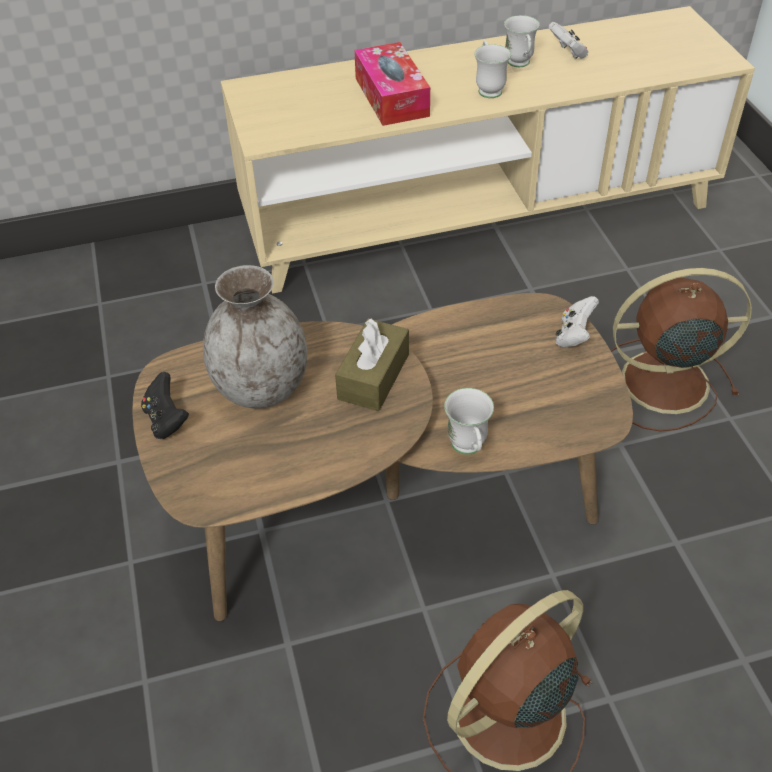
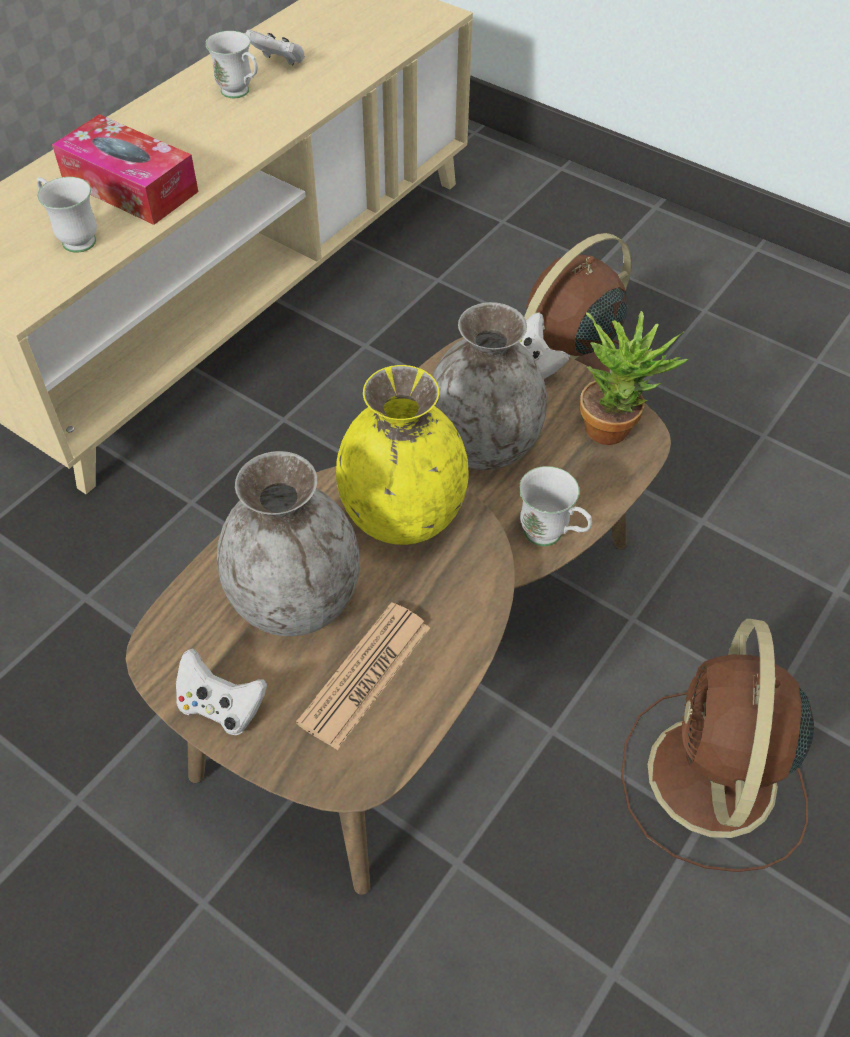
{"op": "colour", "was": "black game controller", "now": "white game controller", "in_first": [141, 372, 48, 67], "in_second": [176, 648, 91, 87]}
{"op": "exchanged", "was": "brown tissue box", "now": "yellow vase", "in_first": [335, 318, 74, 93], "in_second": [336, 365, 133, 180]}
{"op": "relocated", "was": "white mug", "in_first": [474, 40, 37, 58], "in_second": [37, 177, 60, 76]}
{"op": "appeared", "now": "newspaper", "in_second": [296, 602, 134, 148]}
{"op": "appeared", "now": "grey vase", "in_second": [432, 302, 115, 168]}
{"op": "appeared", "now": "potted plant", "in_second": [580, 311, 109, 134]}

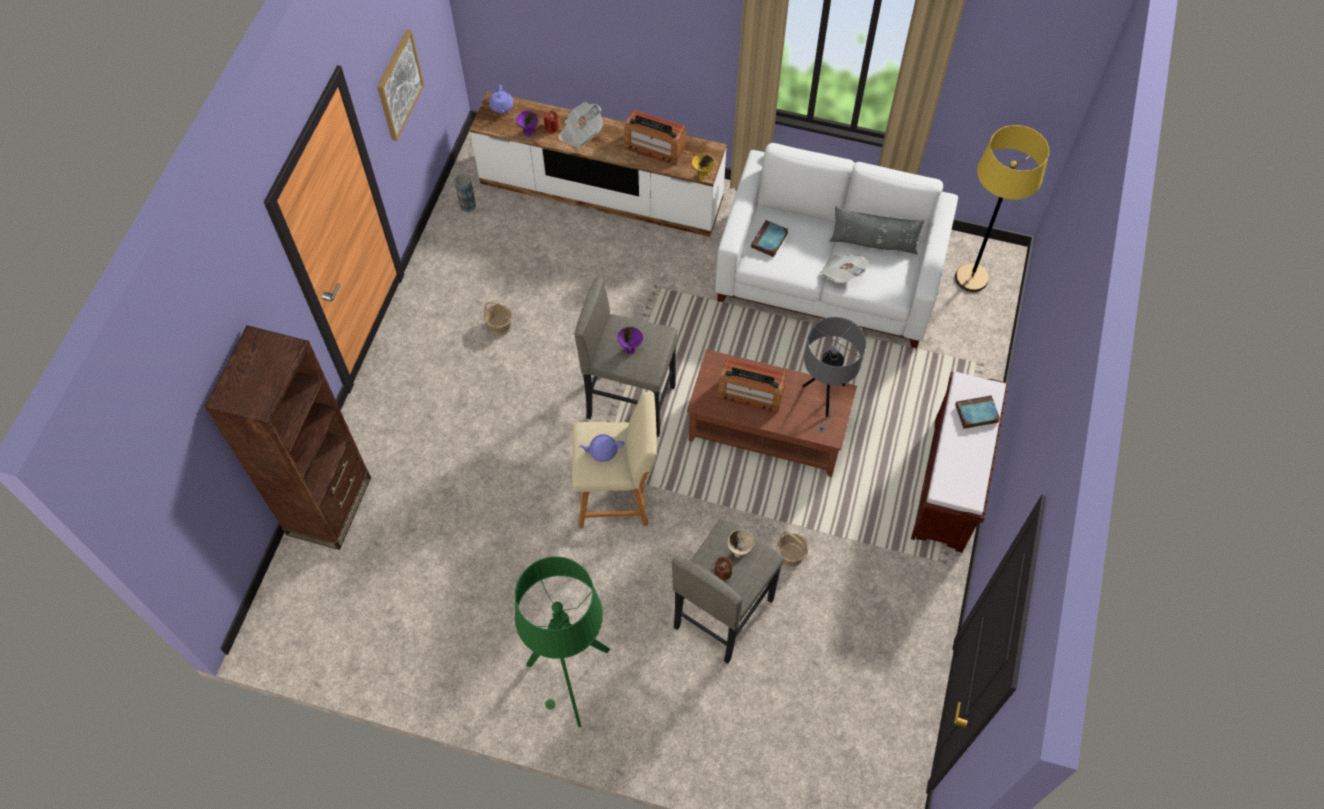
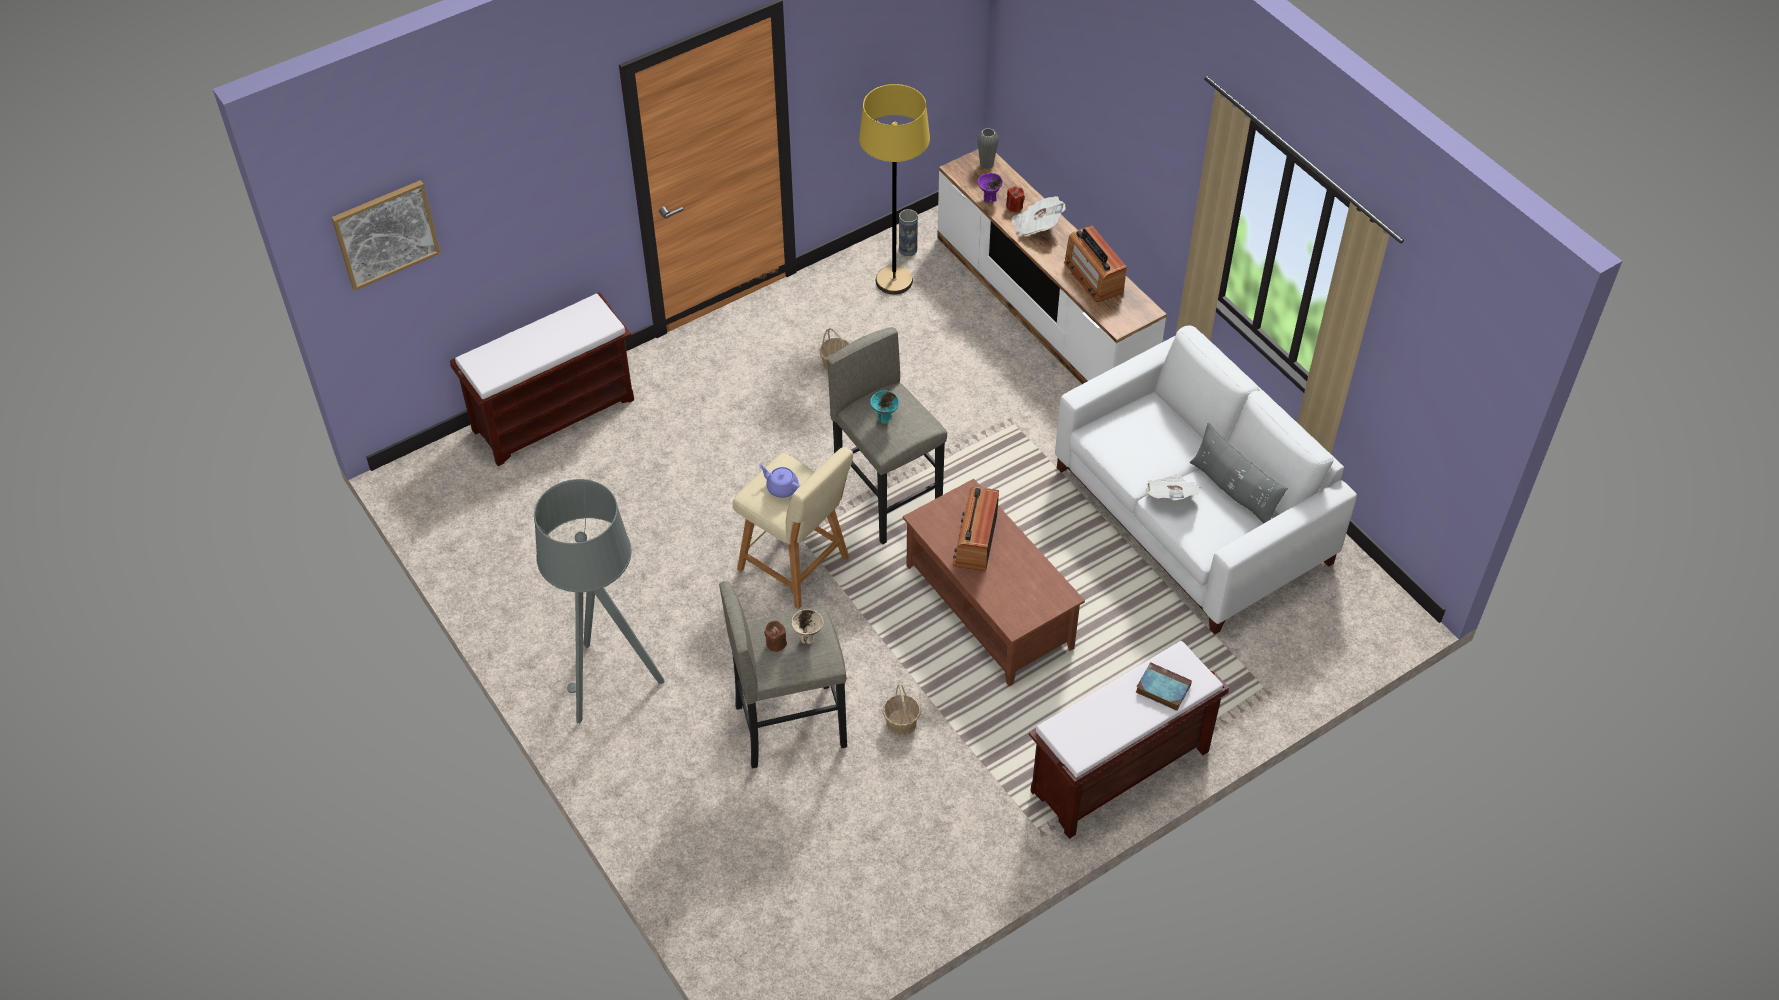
{"op": "exchanged", "was": "brown bookcase", "now": "brown bench", "in_first": [205, 325, 166, 225], "in_second": [450, 292, 184, 174]}
{"op": "relocated", "was": "picture", "in_first": [377, 29, 47, 112], "in_second": [332, 180, 108, 111]}
{"op": "exchanged", "was": "purple teapot", "now": "grey vase", "in_first": [489, 85, 24, 29], "in_second": [977, 128, 22, 41]}
{"op": "colour", "was": "green floor lamp", "now": "grey floor lamp", "in_first": [515, 557, 95, 170], "in_second": [534, 479, 130, 245]}
{"op": "colour", "was": "purple bowl", "now": "turquoise bowl", "in_first": [617, 326, 26, 28], "in_second": [870, 390, 29, 34]}
{"op": "missing", "was": "yellow bowl", "in_first": [692, 153, 23, 27]}
{"op": "spun", "was": "radio", "in_first": [718, 358, 69, 55], "in_second": [953, 487, 46, 84], "clockwise": 45}
{"op": "missing", "was": "book", "in_first": [751, 220, 37, 37]}
{"op": "missing", "was": "grey table lamp", "in_first": [802, 317, 64, 115]}
{"op": "relocated", "was": "yellow floor lamp", "in_first": [955, 125, 94, 167], "in_second": [859, 84, 71, 210]}

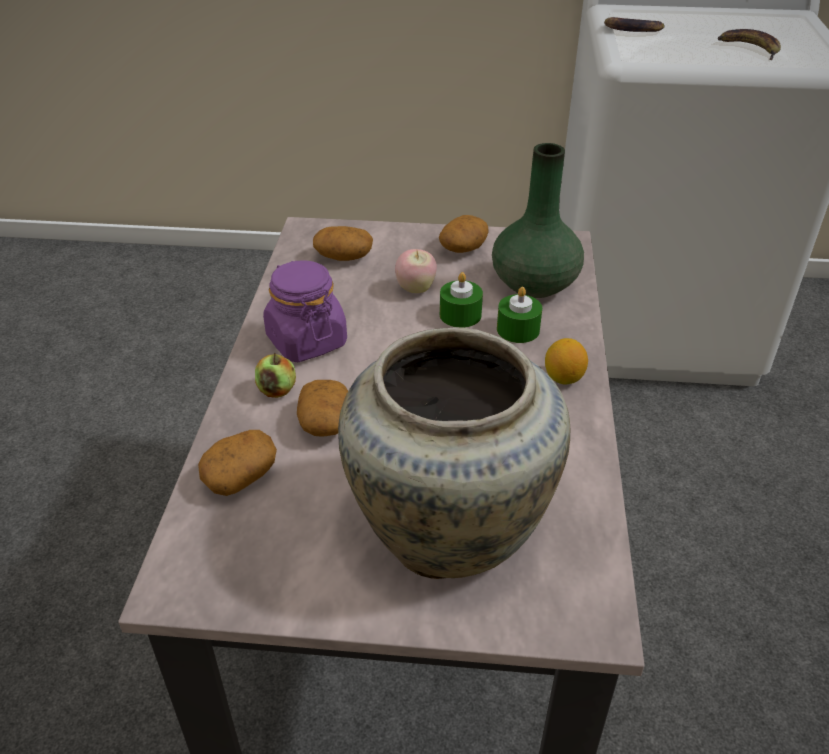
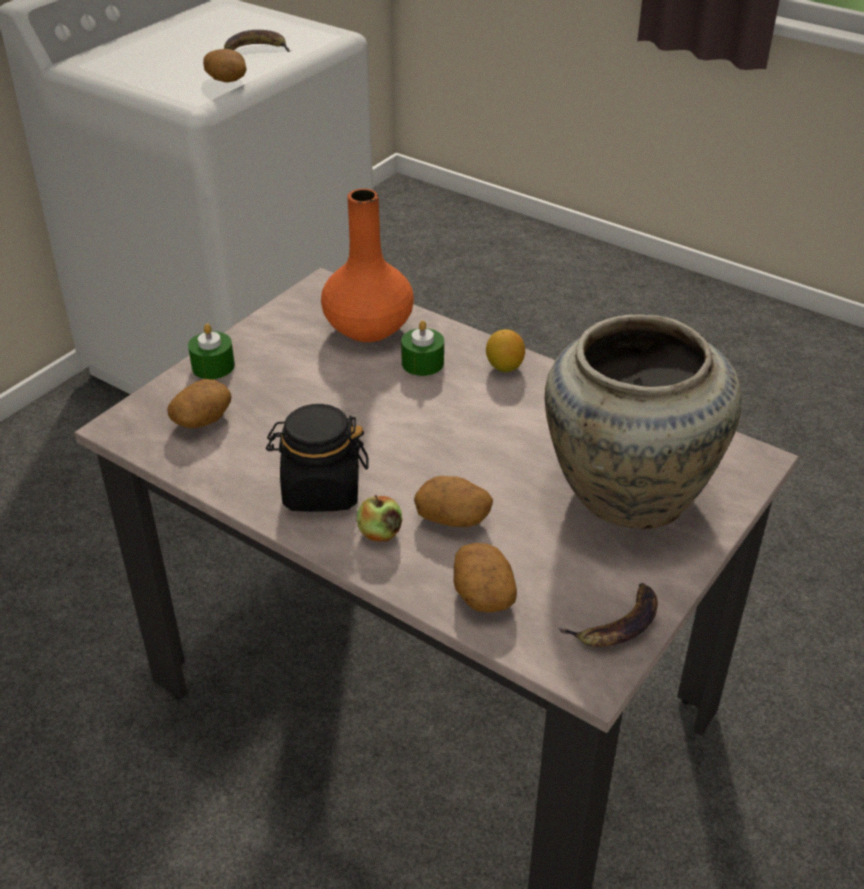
{"op": "colour", "was": "purple jar", "now": "black jar", "in_first": [263, 260, 84, 102], "in_second": [266, 404, 103, 108]}
{"op": "missing", "was": "apple", "in_first": [395, 249, 42, 44]}
{"op": "relocated", "was": "potato", "in_first": [439, 215, 49, 38], "in_second": [203, 49, 43, 33]}
{"op": "relocated", "was": "green candle", "in_first": [440, 272, 43, 56], "in_second": [188, 324, 47, 55]}
{"op": "colour", "was": "green vase", "now": "orange vase", "in_first": [492, 143, 92, 155], "in_second": [321, 189, 93, 153]}
{"op": "relocated", "was": "banana", "in_first": [604, 17, 61, 15], "in_second": [558, 583, 100, 64]}

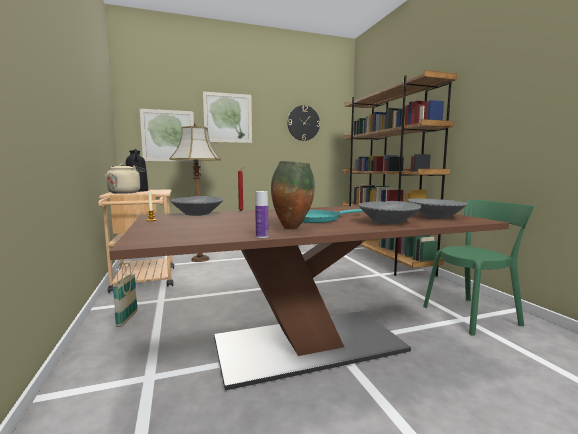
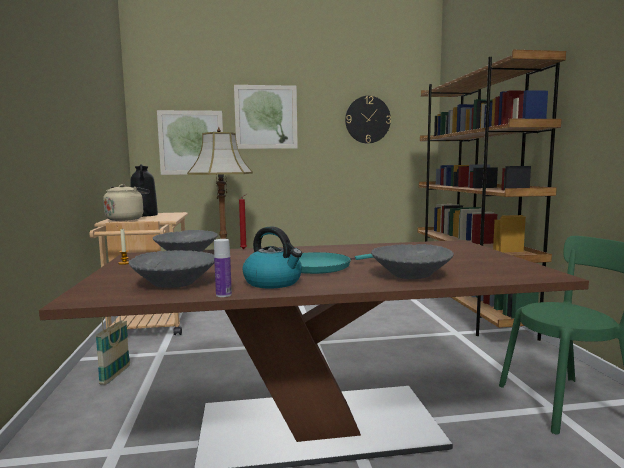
{"op": "exchanged", "was": "vase", "now": "kettle", "in_first": [271, 161, 44, 68], "in_second": [242, 227, 60, 61]}
{"op": "relocated", "was": "grey bowl", "in_first": [408, 198, 59, 21], "in_second": [128, 250, 86, 38]}

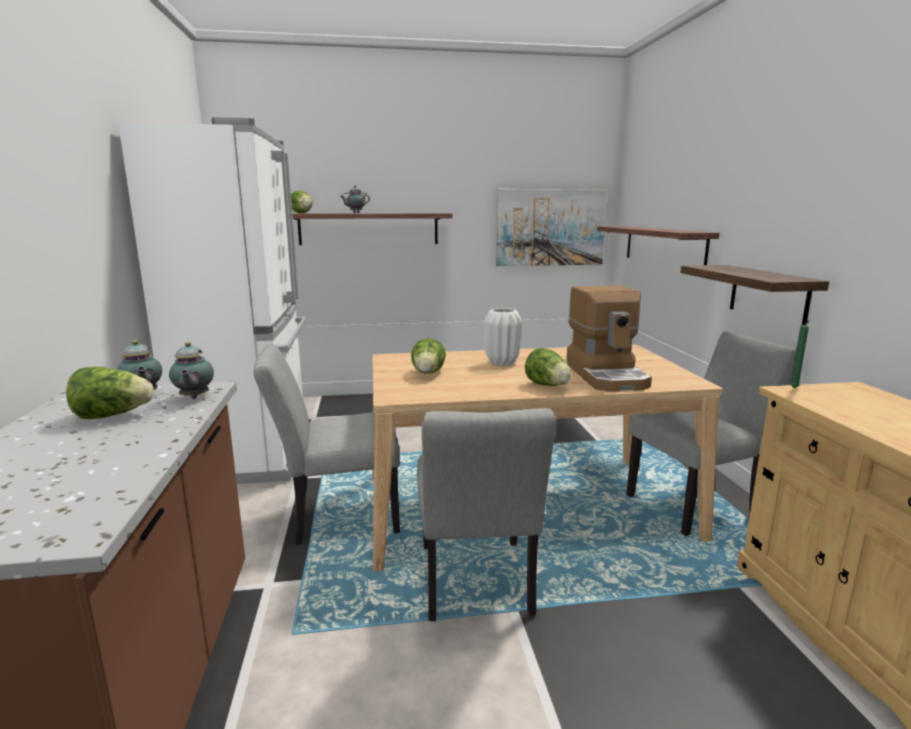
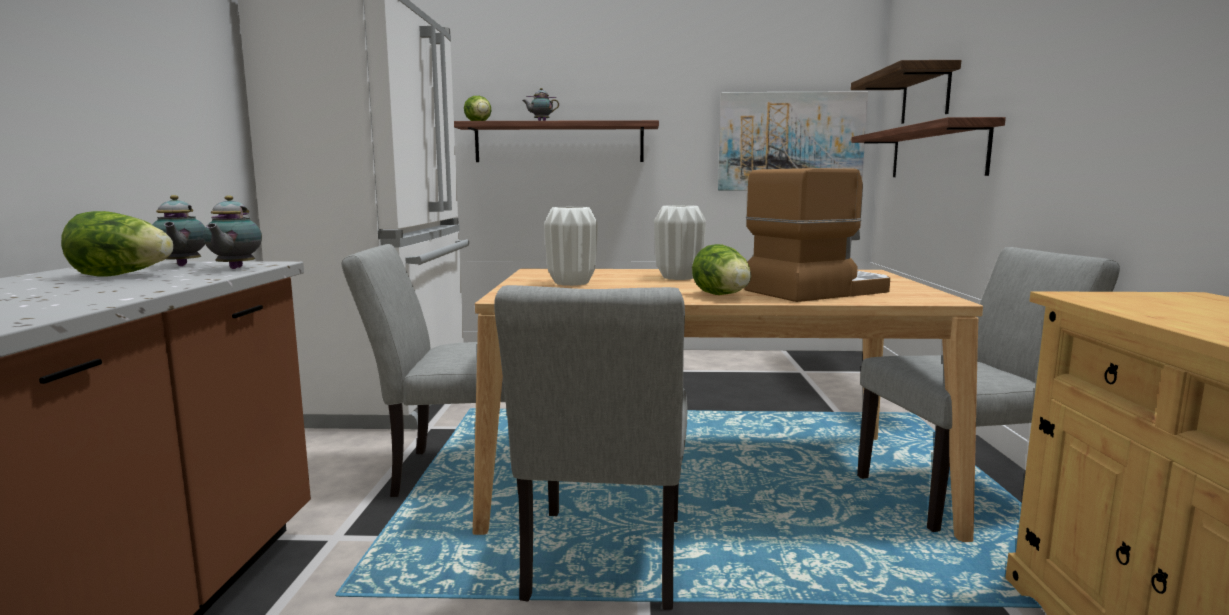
{"op": "exchanged", "was": "lettuce", "now": "white vase", "in_first": [411, 338, 35, 36], "in_second": [544, 207, 53, 79]}
{"op": "spun", "was": "coffee machine", "in_first": [566, 286, 86, 106], "in_second": [744, 168, 146, 134], "clockwise": -120}
{"op": "relocated", "was": "shelf", "in_first": [681, 265, 148, 60], "in_second": [851, 60, 110, 64]}
{"op": "missing", "was": "green candle", "in_first": [790, 320, 19, 68]}

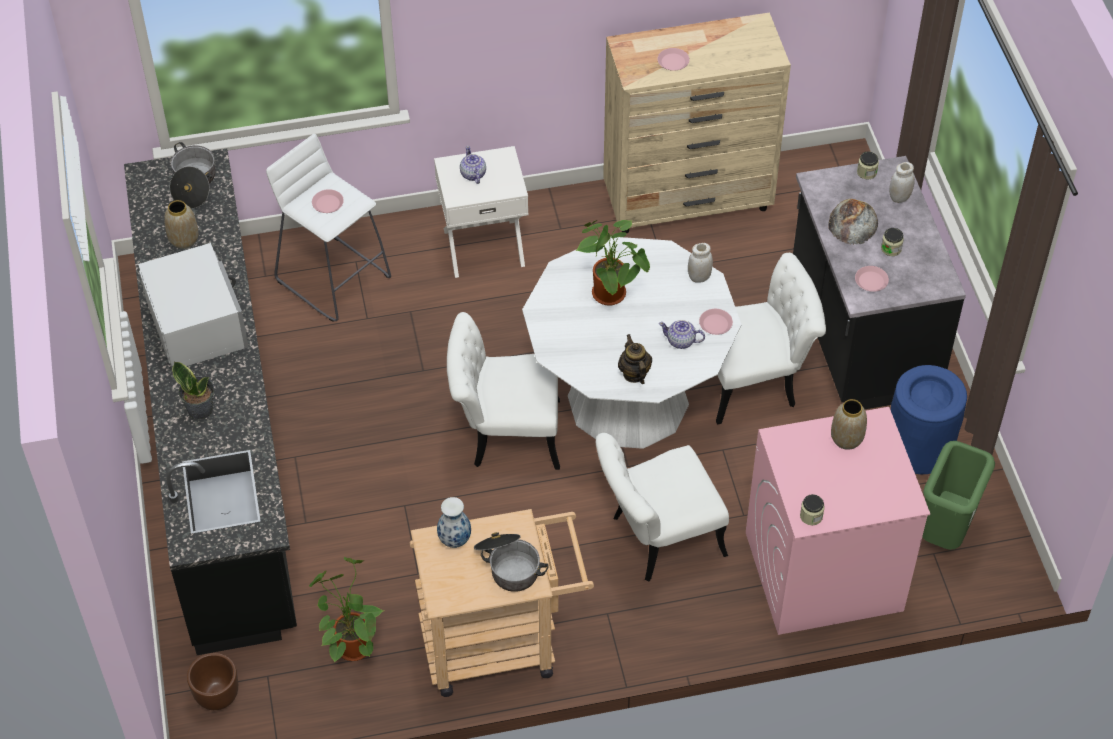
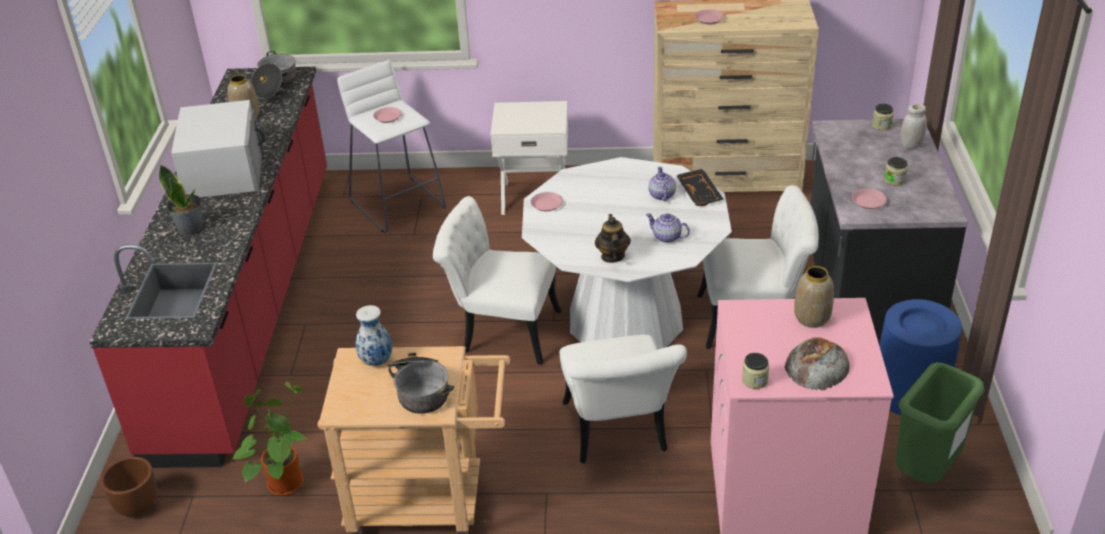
{"op": "colour", "was": "black counter", "now": "red counter", "in_first": [124, 148, 173, 507], "in_second": [90, 67, 237, 401]}
{"op": "relocated", "was": "teapot", "in_first": [460, 146, 26, 38], "in_second": [649, 167, 27, 34]}
{"op": "missing", "was": "potted plant", "in_first": [575, 220, 75, 86]}
{"op": "spun", "was": "white chair", "in_first": [596, 433, 133, 148], "in_second": [560, 335, 127, 129], "clockwise": -90}
{"op": "exchanged", "was": "white jar", "now": "black tray", "in_first": [688, 243, 25, 40], "in_second": [676, 169, 47, 37]}
{"op": "relocated", "was": "pink plate", "in_first": [699, 309, 34, 26], "in_second": [531, 192, 32, 19]}
{"op": "relocated", "was": "bread", "in_first": [828, 199, 50, 46], "in_second": [784, 337, 65, 53]}

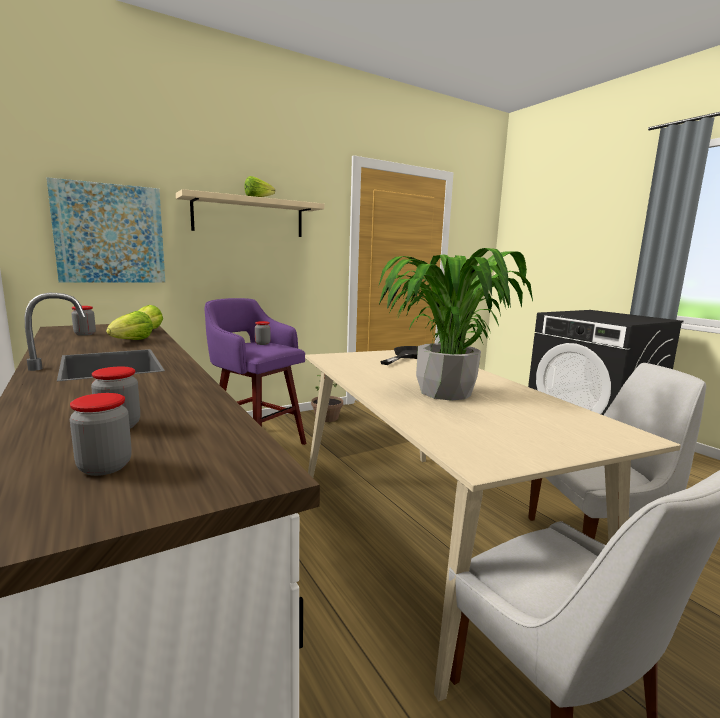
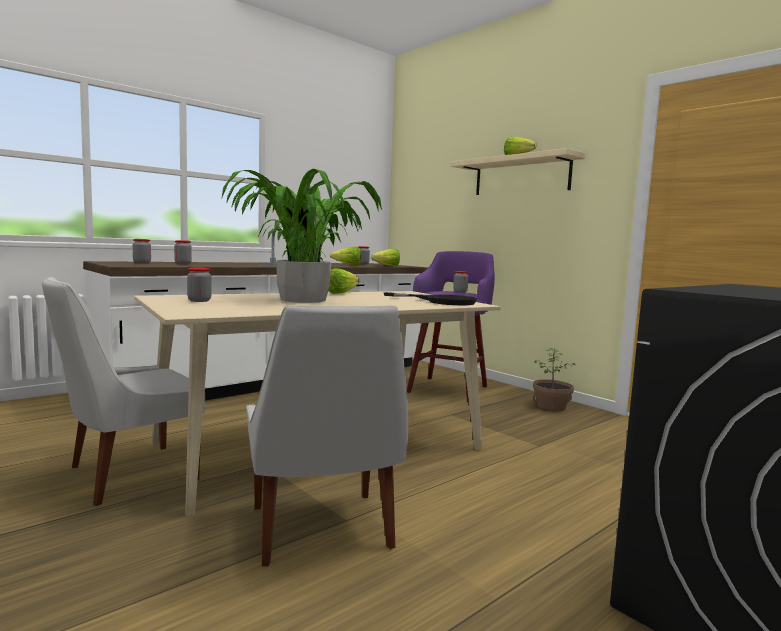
{"op": "missing", "was": "picture", "in_first": [46, 177, 119, 106]}
{"op": "appeared", "now": "jar", "in_second": [187, 267, 24, 35]}
{"op": "appeared", "now": "lettuce", "in_second": [328, 268, 31, 26]}

